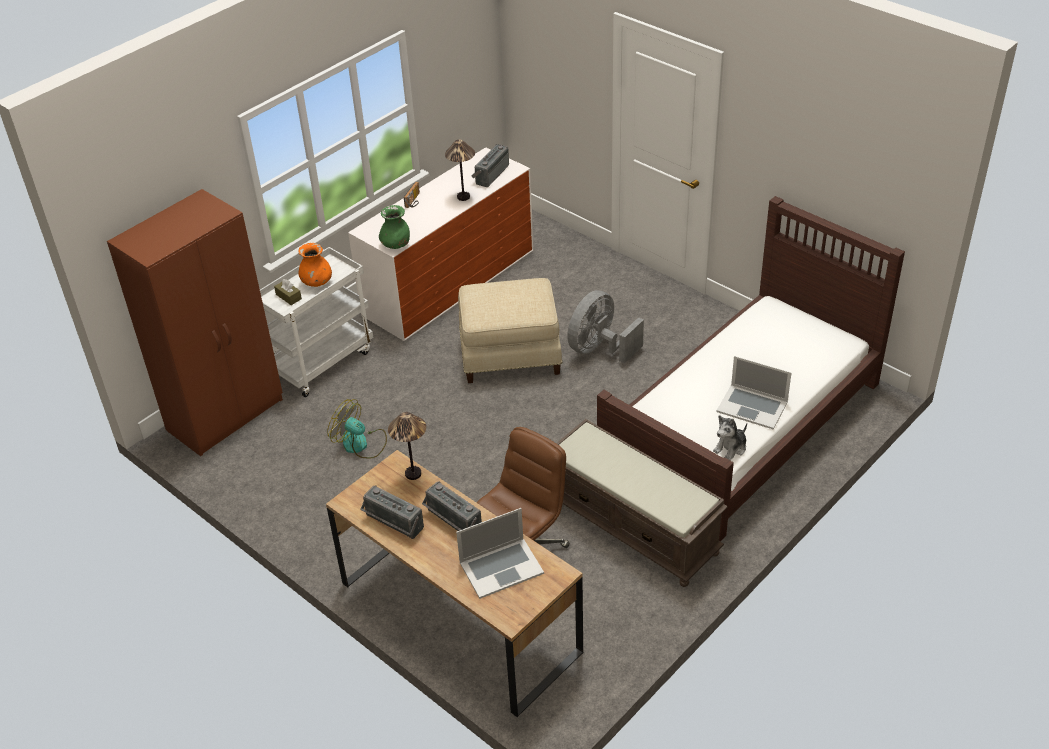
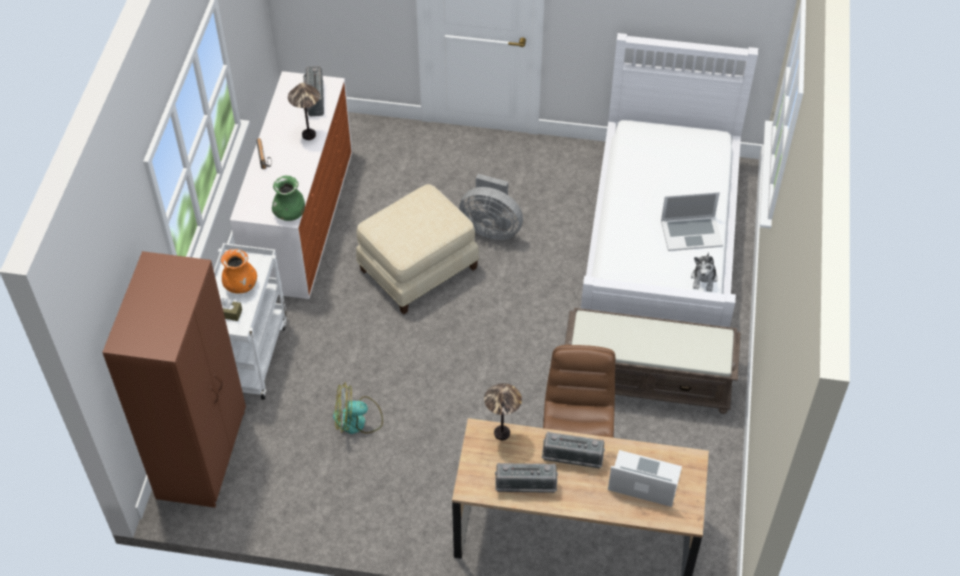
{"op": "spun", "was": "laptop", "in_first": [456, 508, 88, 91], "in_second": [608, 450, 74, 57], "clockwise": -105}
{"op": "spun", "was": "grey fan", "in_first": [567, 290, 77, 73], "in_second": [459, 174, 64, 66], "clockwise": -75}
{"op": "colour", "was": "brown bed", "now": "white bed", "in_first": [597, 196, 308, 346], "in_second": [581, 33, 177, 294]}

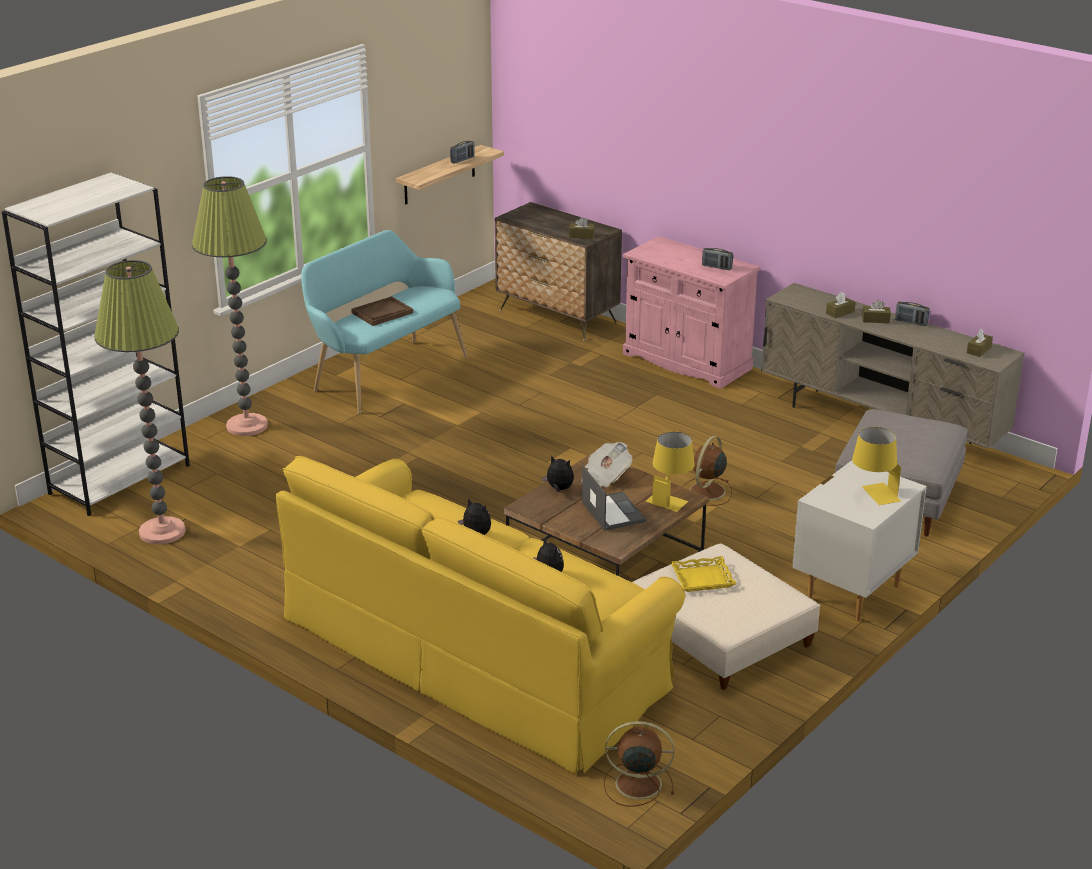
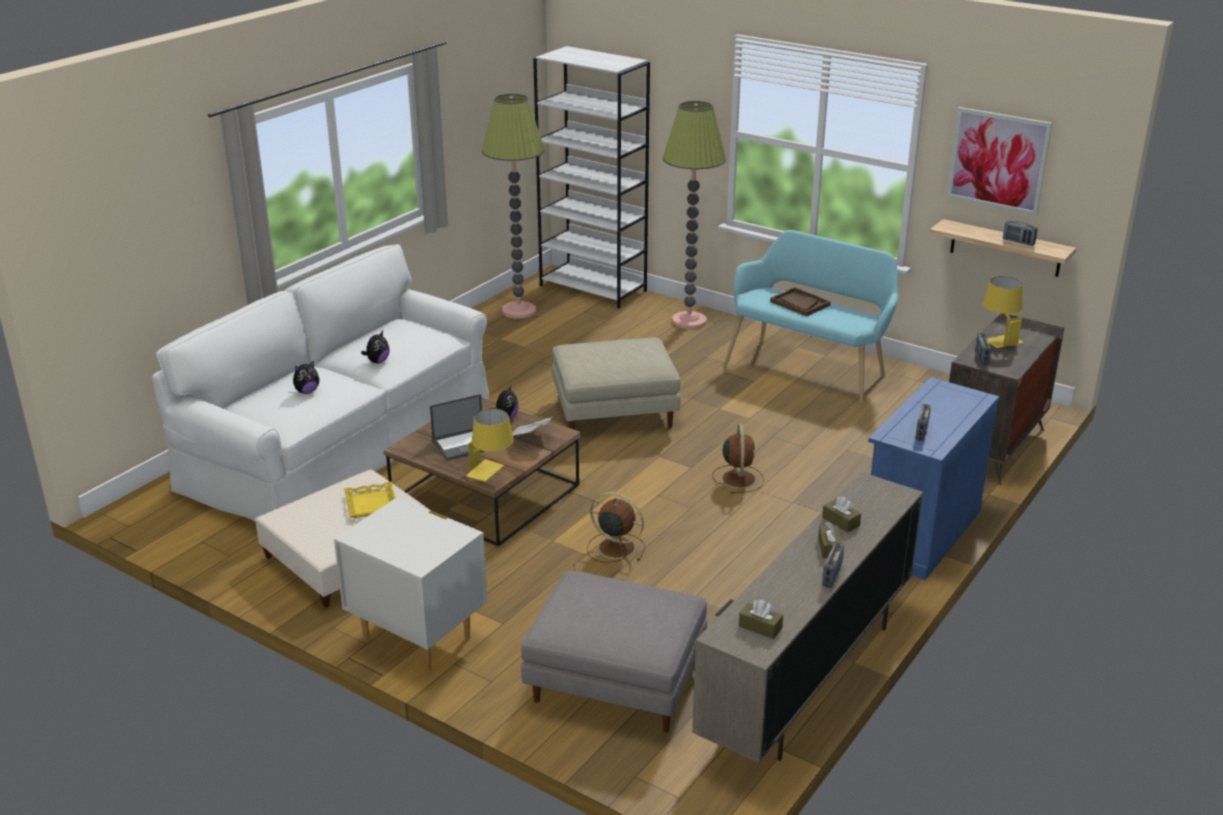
{"op": "colour", "was": "yellow sofa", "now": "white sofa", "in_first": [276, 456, 409, 318], "in_second": [152, 244, 337, 278]}
{"op": "exchanged", "was": "brown tissue box", "now": "radio", "in_first": [569, 217, 26, 22], "in_second": [975, 333, 16, 32]}
{"op": "relocated", "was": "brown fan", "in_first": [604, 721, 70, 86], "in_second": [712, 424, 52, 70]}
{"op": "colour", "was": "pink cabinet", "now": "blue cabinet", "in_first": [623, 236, 137, 153], "in_second": [868, 377, 131, 203]}
{"op": "relocated", "was": "yellow table lamp", "in_first": [852, 427, 49, 78], "in_second": [983, 276, 41, 72]}
{"op": "appeared", "now": "beige ottoman", "in_second": [552, 337, 128, 93]}
{"op": "appeared", "now": "picture", "in_second": [947, 107, 105, 109]}

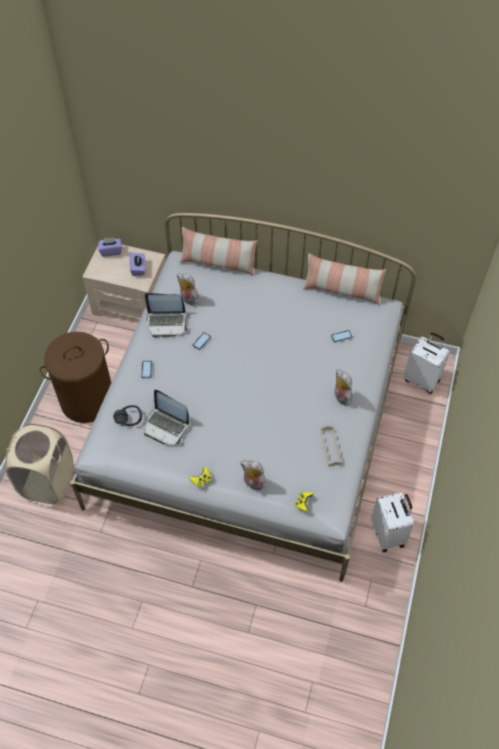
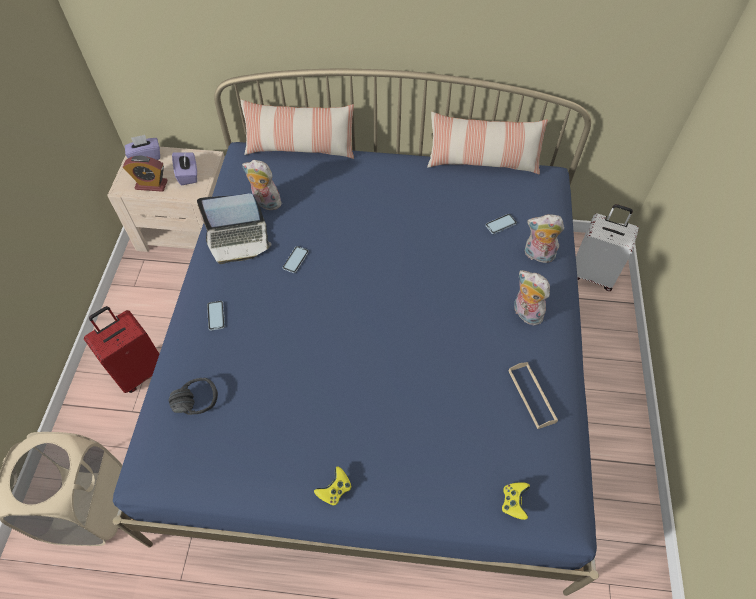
{"op": "exchanged", "was": "brown laundry basket", "now": "red suitcase", "in_first": [40, 331, 71, 92], "in_second": [84, 306, 75, 87]}
{"op": "colour", "was": "white bed", "now": "blue bed", "in_first": [70, 213, 346, 369], "in_second": [113, 69, 486, 527]}
{"op": "missing", "was": "laptop", "in_first": [144, 390, 45, 55]}
{"op": "relocated", "was": "plush toy", "in_first": [240, 461, 28, 29], "in_second": [525, 214, 39, 49]}
{"op": "missing", "was": "white suitcase", "in_first": [371, 492, 43, 60]}
{"op": "appeared", "now": "alarm clock", "in_second": [123, 156, 45, 36]}

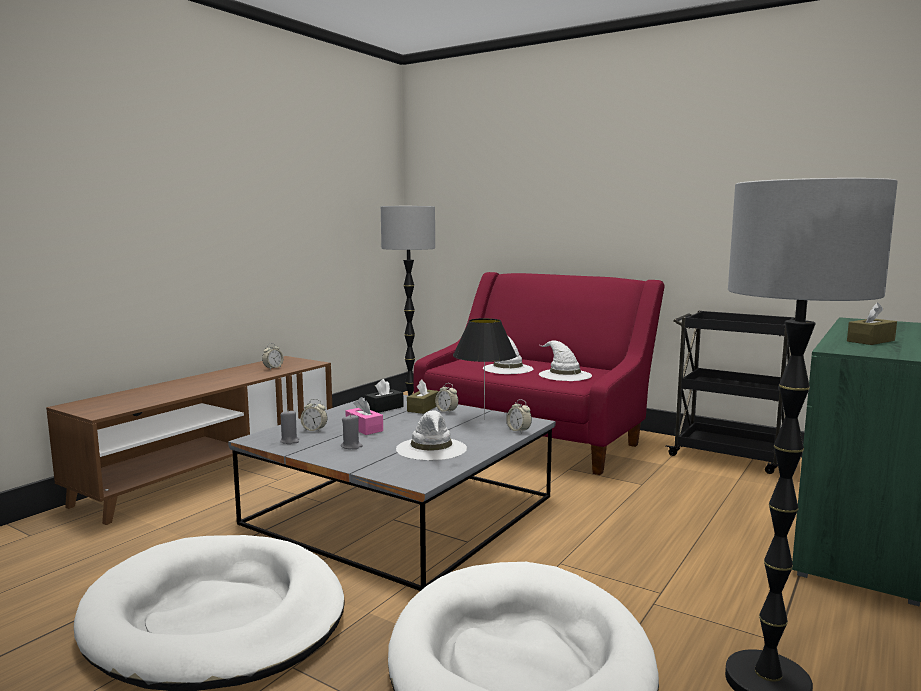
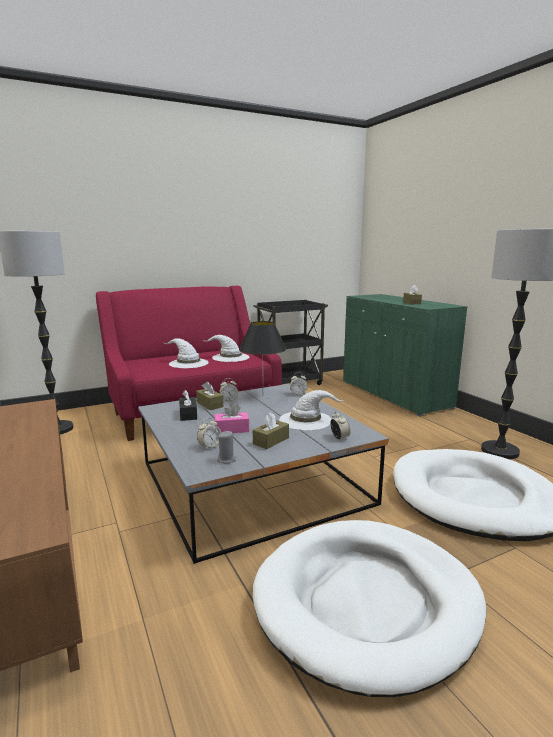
{"op": "relocated", "was": "alarm clock", "in_first": [262, 343, 22, 26], "in_second": [330, 411, 20, 28]}
{"op": "exchanged", "was": "grey candle", "now": "brown tissue box", "in_first": [341, 414, 22, 35], "in_second": [253, 412, 36, 37]}

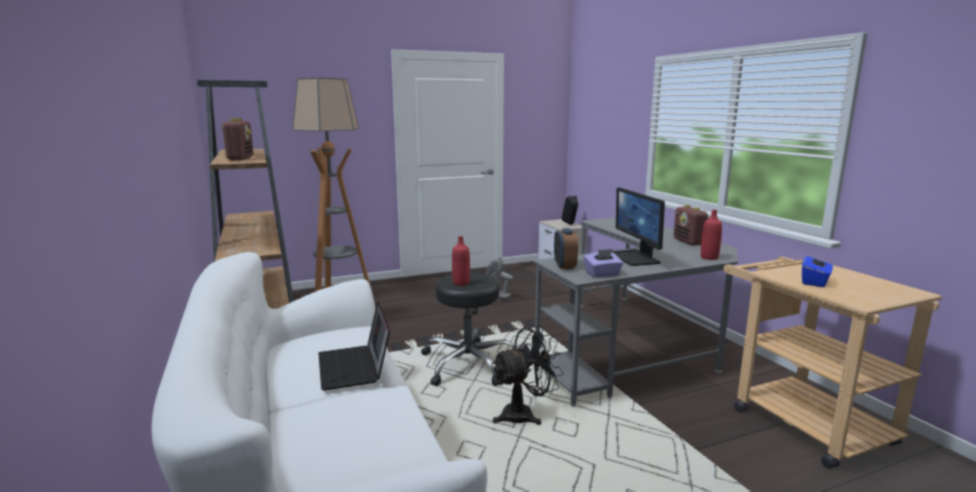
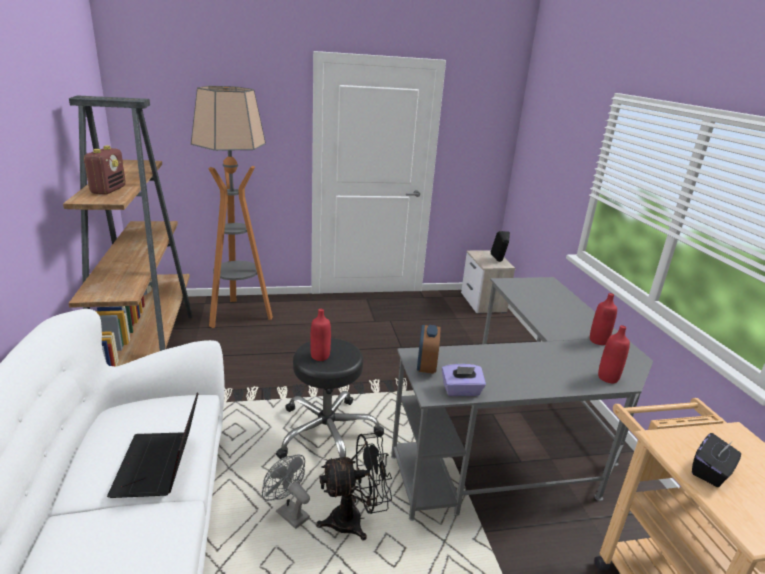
{"op": "relocated", "was": "grey fan", "in_first": [485, 258, 28, 41], "in_second": [262, 454, 48, 75]}
{"op": "missing", "was": "monitor", "in_first": [612, 188, 53, 78]}
{"op": "exchanged", "was": "radio", "now": "red bottle", "in_first": [674, 204, 35, 41], "in_second": [590, 293, 27, 52]}
{"op": "colour", "was": "blue tissue box", "now": "black tissue box", "in_first": [802, 254, 31, 33], "in_second": [692, 433, 49, 54]}

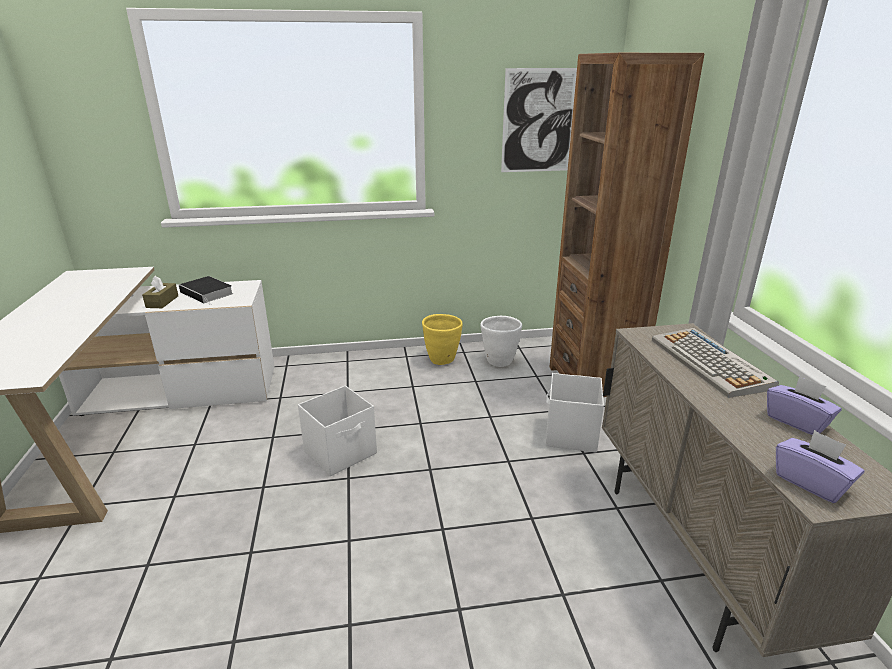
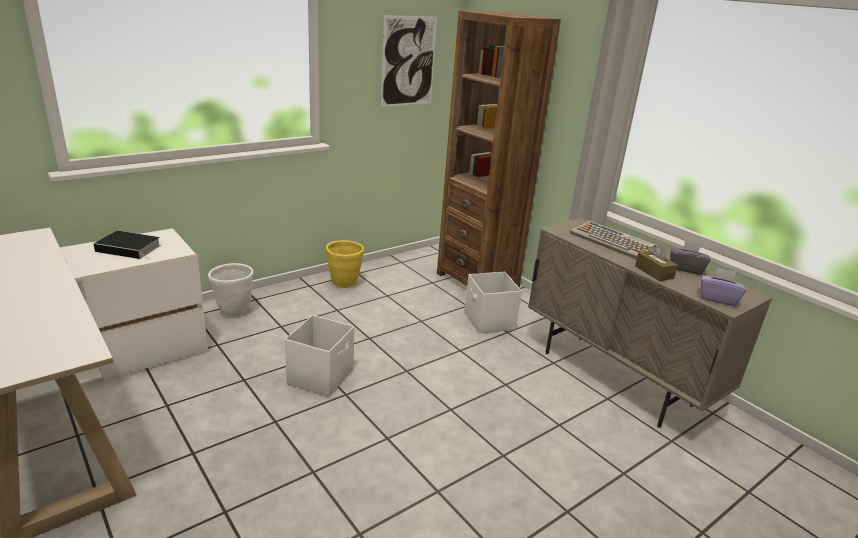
{"op": "relocated", "was": "brown tissue box", "in_first": [142, 276, 36, 32], "in_second": [635, 245, 43, 36]}
{"op": "relocated", "was": "white planter", "in_first": [480, 316, 42, 51], "in_second": [208, 263, 46, 54]}
{"op": "colour", "was": "purple tissue box", "now": "grey tissue box", "in_first": [767, 376, 75, 59], "in_second": [670, 240, 40, 35]}

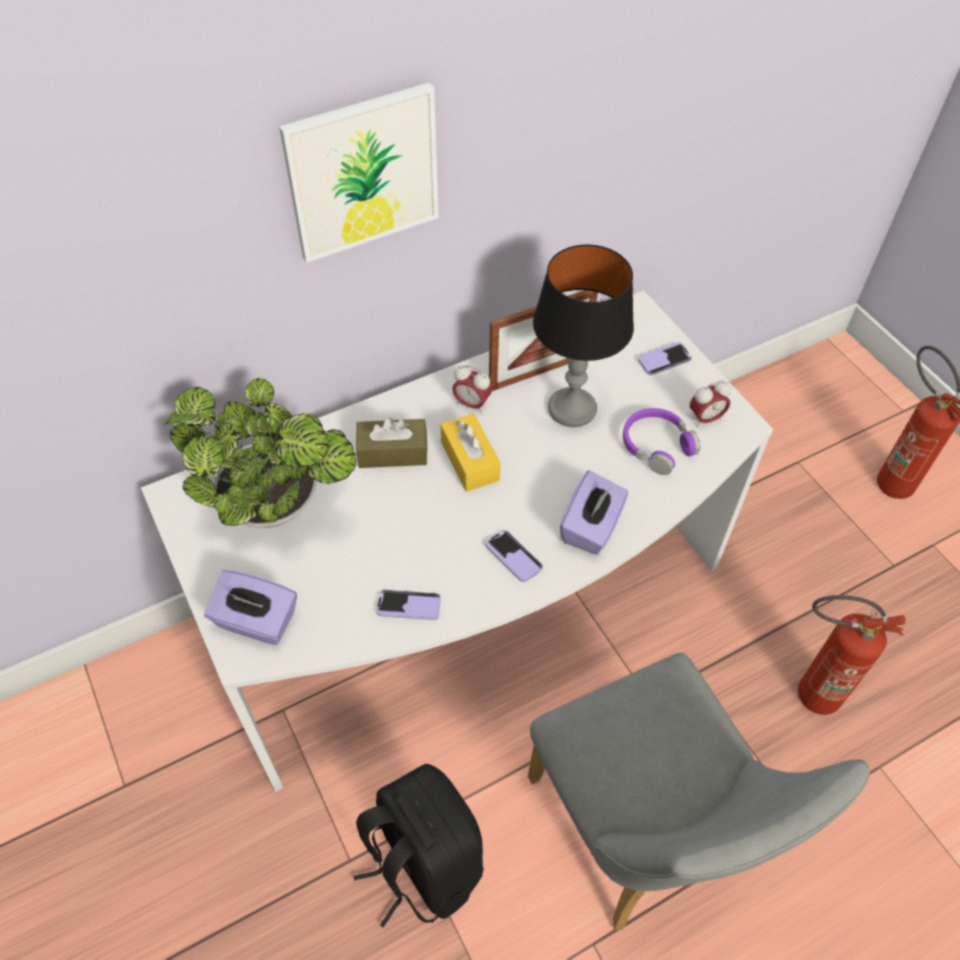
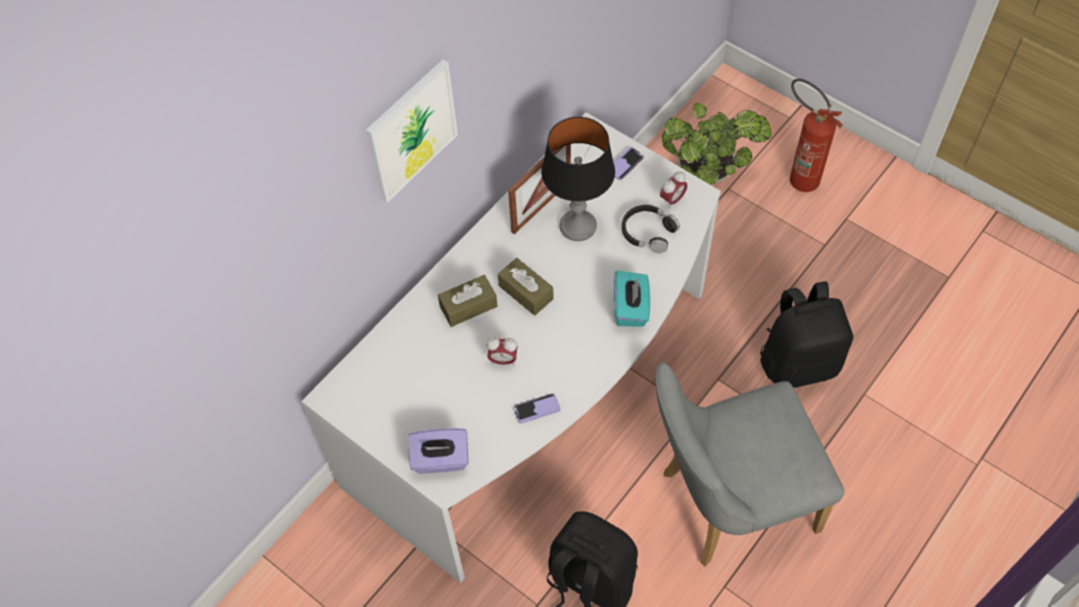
{"op": "relocated", "was": "potted plant", "in_first": [164, 378, 192, 150], "in_second": [662, 103, 109, 82]}
{"op": "colour", "was": "yellow tissue box", "now": "brown tissue box", "in_first": [440, 413, 61, 79], "in_second": [498, 258, 56, 58]}
{"op": "relocated", "was": "alarm clock", "in_first": [452, 365, 40, 48], "in_second": [486, 337, 32, 28]}
{"op": "missing", "was": "phone", "in_first": [485, 530, 58, 52]}
{"op": "spun", "was": "grey chair", "in_first": [528, 653, 342, 277], "in_second": [655, 362, 189, 205], "clockwise": 120}
{"op": "colour", "was": "purple tissue box", "now": "turquoise tissue box", "in_first": [560, 470, 68, 85], "in_second": [614, 270, 36, 56]}
{"op": "colour", "was": "purple headphones", "now": "black headphones", "in_first": [623, 408, 77, 67], "in_second": [622, 205, 58, 48]}
{"op": "exchanged", "was": "fire extinguisher", "now": "black backpack", "in_first": [798, 595, 108, 120], "in_second": [760, 281, 93, 107]}

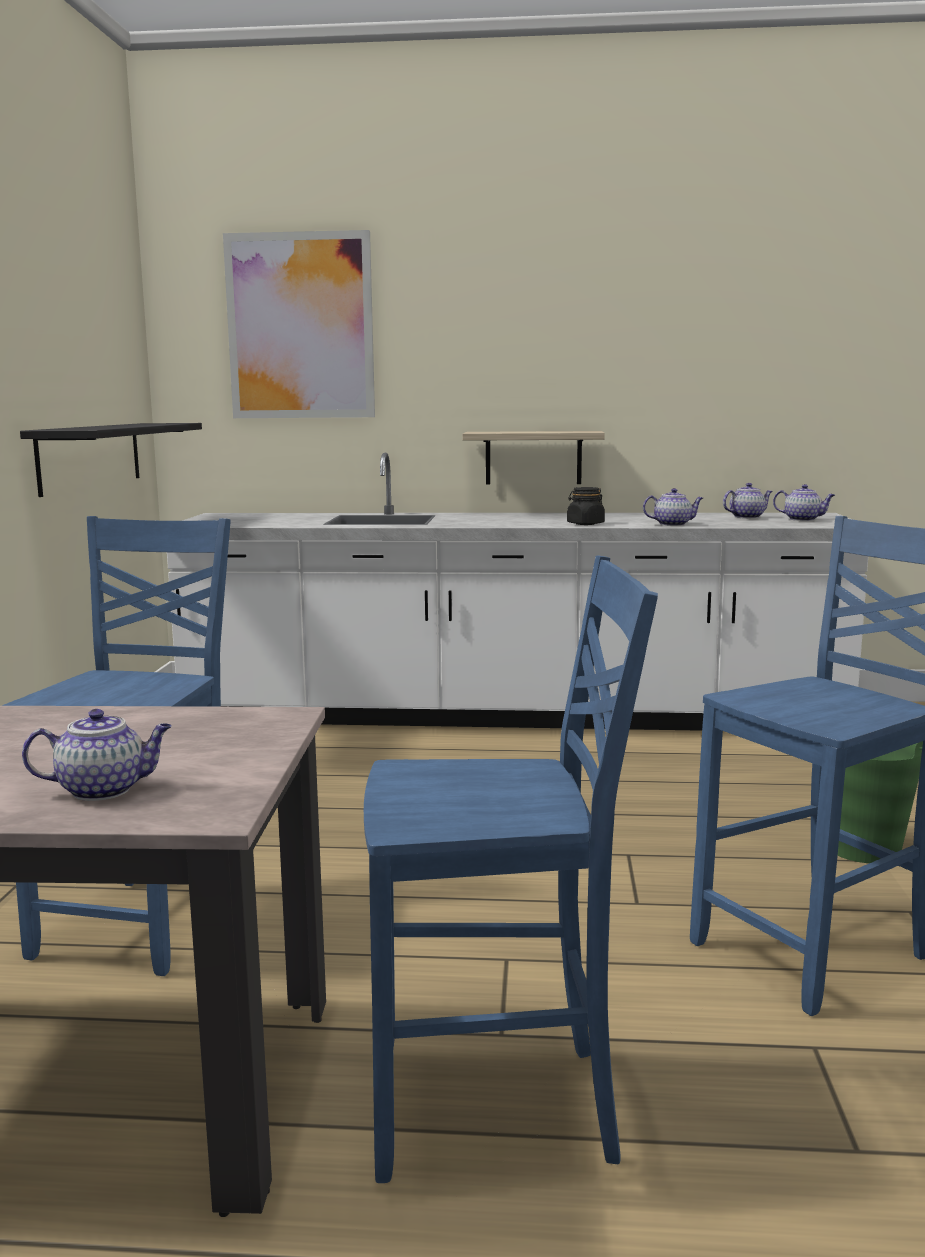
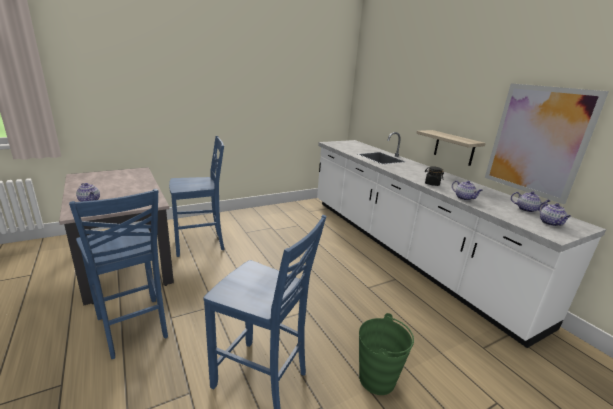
{"op": "missing", "was": "black shelf", "in_first": [20, 423, 182, 74]}
{"op": "relocated", "was": "picture", "in_first": [223, 230, 152, 188], "in_second": [485, 83, 124, 121]}

